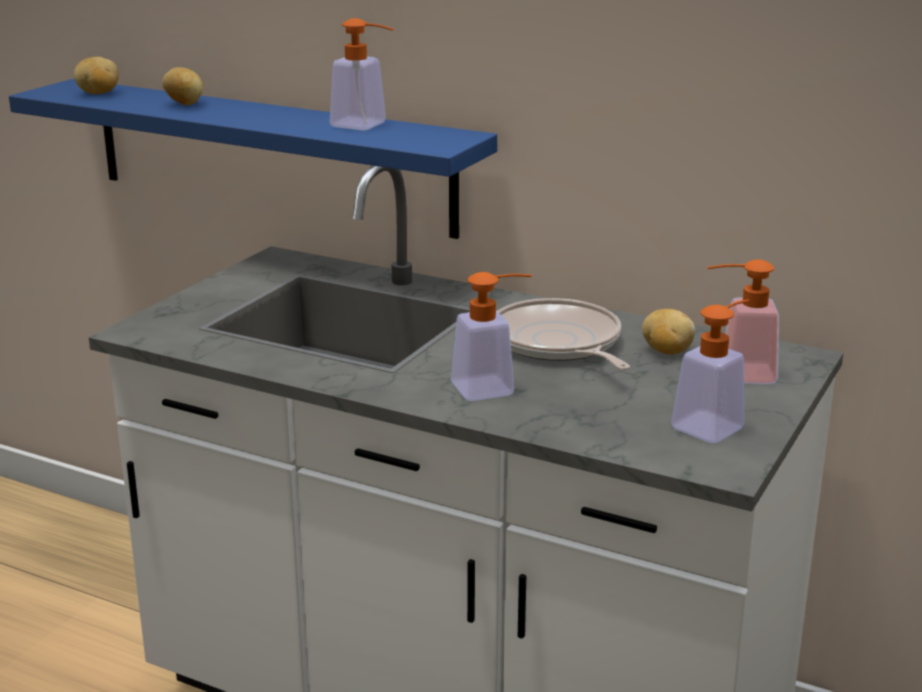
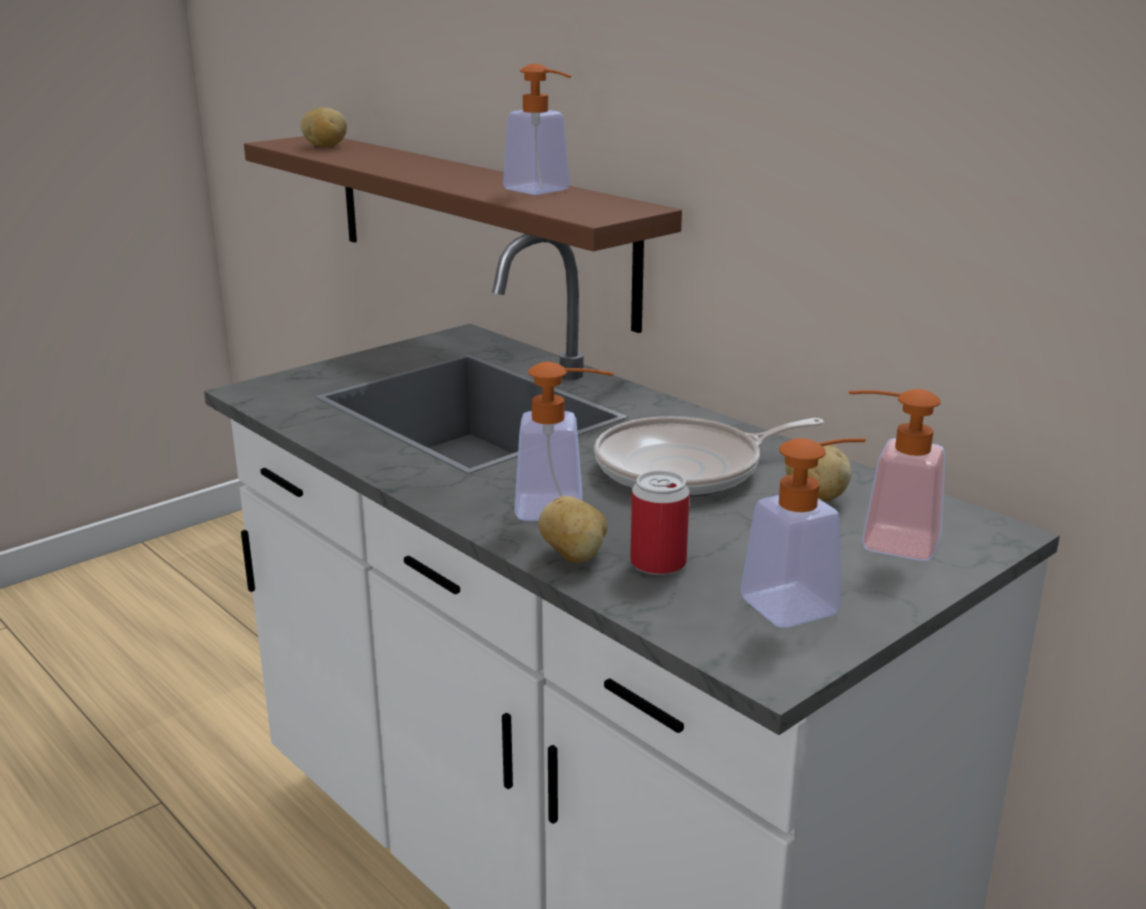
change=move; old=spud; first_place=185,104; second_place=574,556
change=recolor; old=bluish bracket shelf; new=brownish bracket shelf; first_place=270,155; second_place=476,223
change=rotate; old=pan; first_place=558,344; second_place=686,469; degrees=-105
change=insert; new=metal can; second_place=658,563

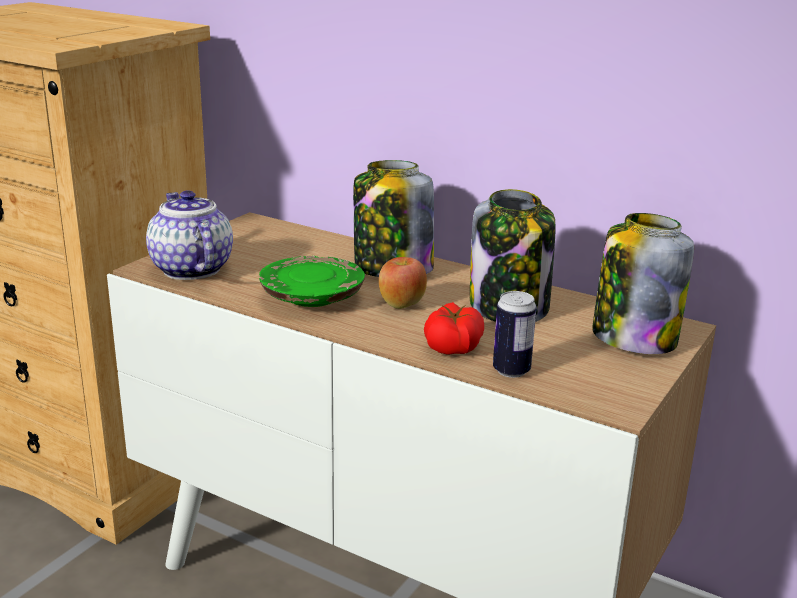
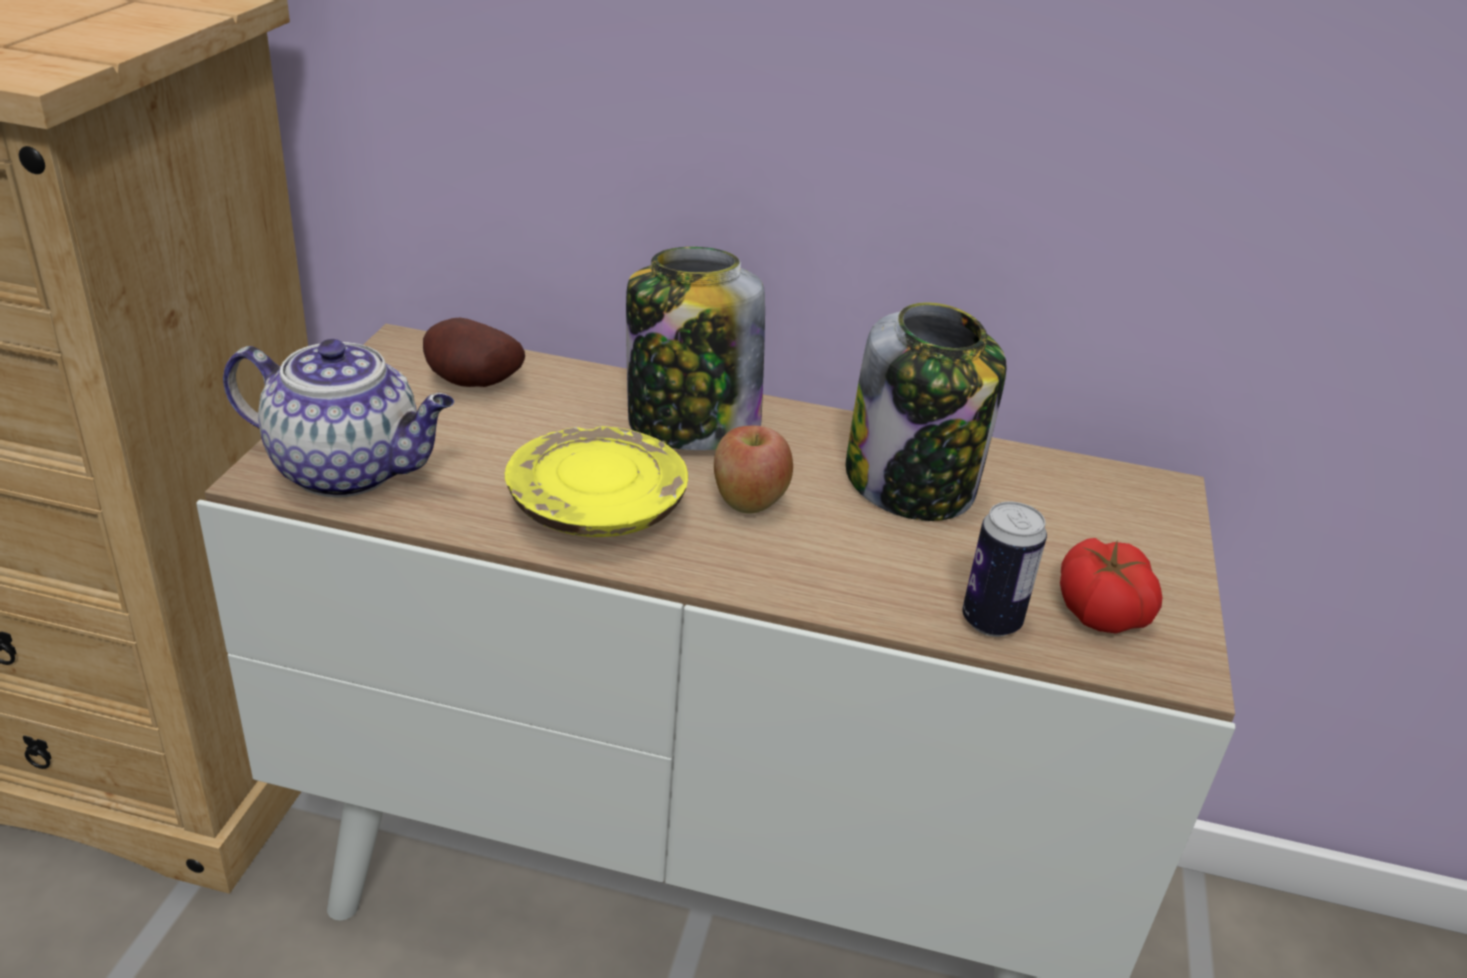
change=rotate; old=pot for tea; first_place=190,269; second_place=350,470; degrees=150
change=delete; old=jar; first_place=633,338
change=recolor; old=greenish dinner plate; new=yellow dinner plate; first_place=311,297; second_place=595,508
change=move; old=fresh tomato; first_place=453,346; second_place=1101,609
change=insert; new=spud; second_place=471,385

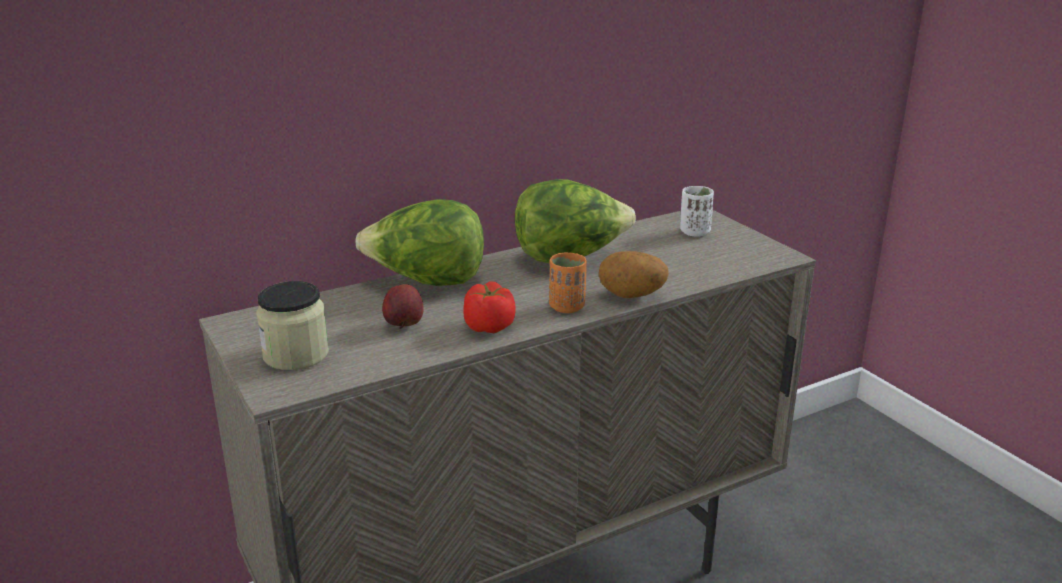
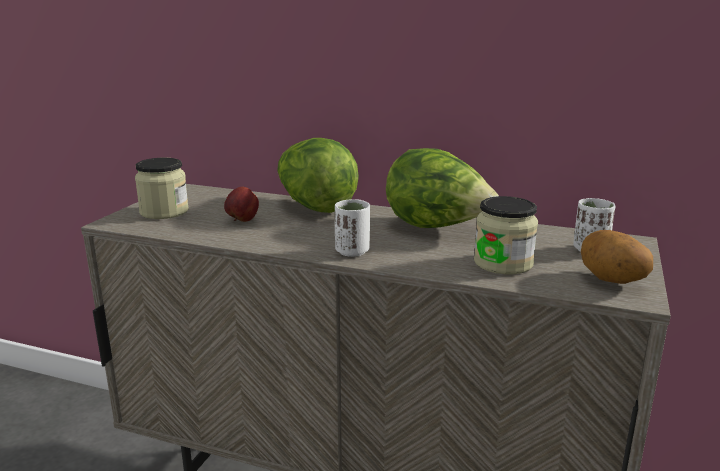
change=move; old=spud; first_place=631,296; second_place=611,281
change=recolor; old=orangey drinking cup; new=white-coloured drinking cup; first_place=567,307; second_place=352,251
change=delete; old=fresh tomato; first_place=489,326
change=insert; new=jar; second_place=503,263

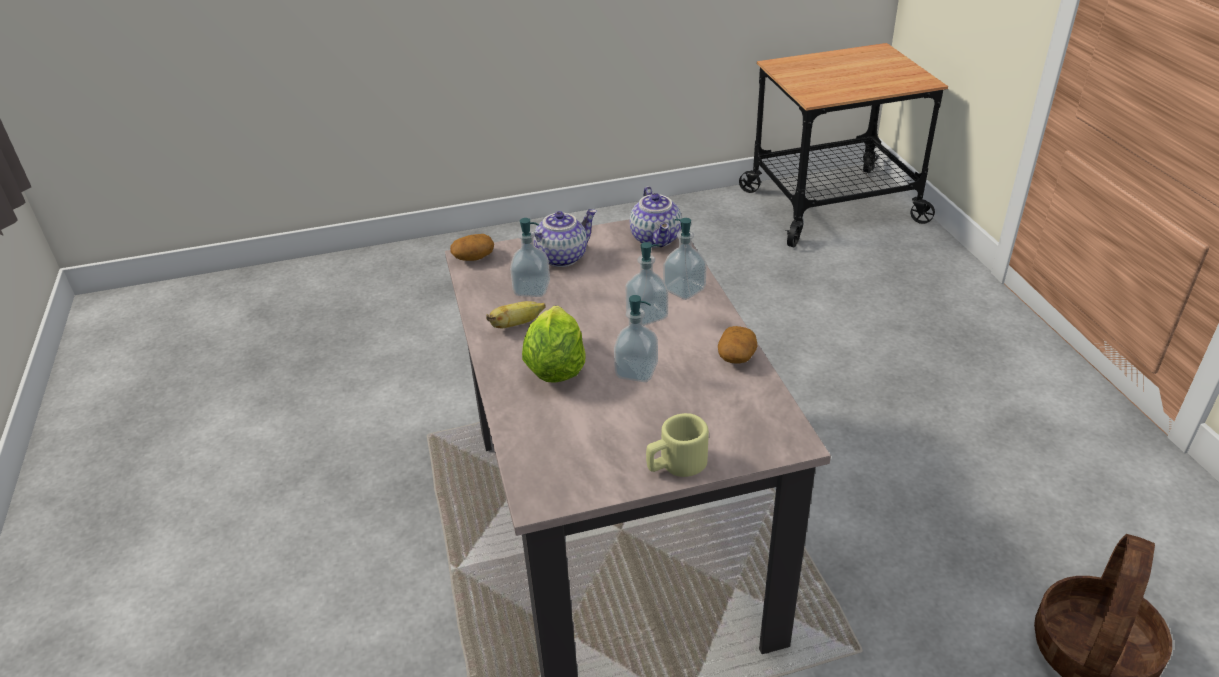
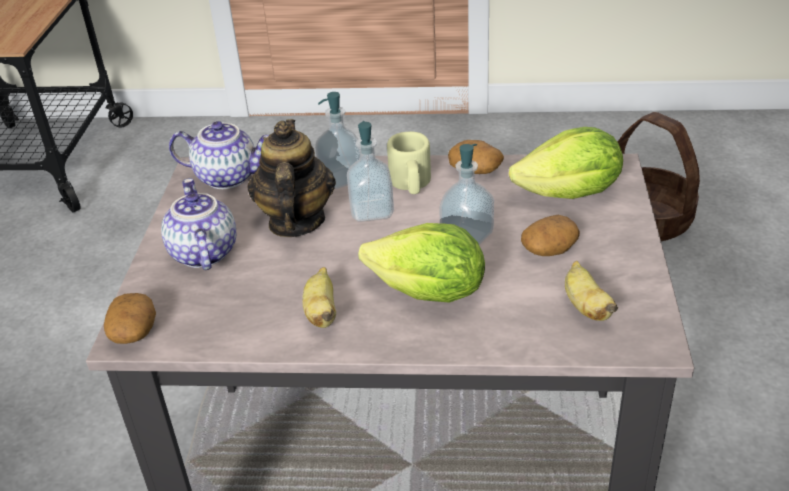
change=delete; old=soap bottle; first_place=532,289
change=move; old=sand-coloured mug; first_place=676,464; second_place=411,184
change=insert; new=pot for tea; second_place=295,221
change=insert; new=lettuce head; second_place=570,194
change=insert; new=spud; second_place=549,250
change=insert; new=banana; second_place=585,306

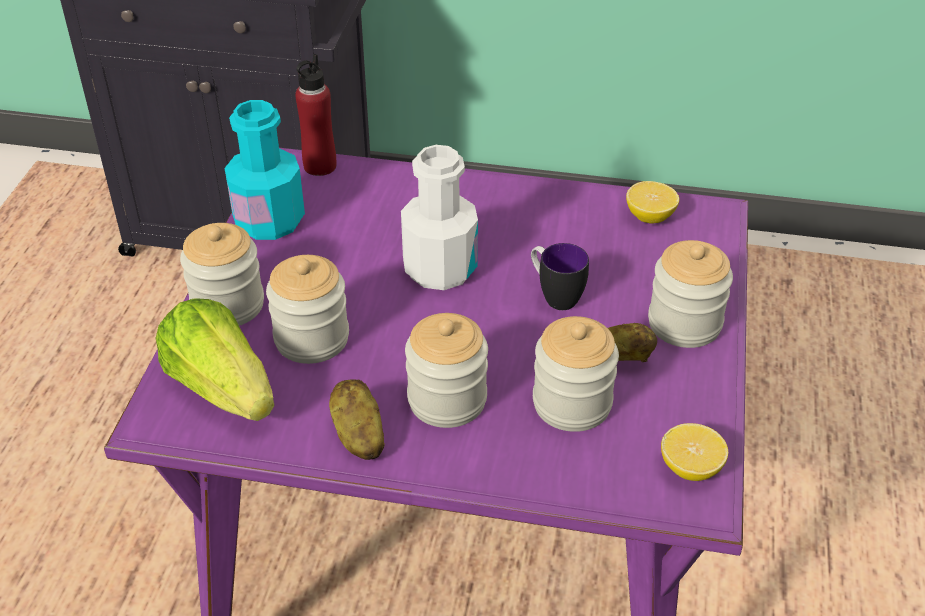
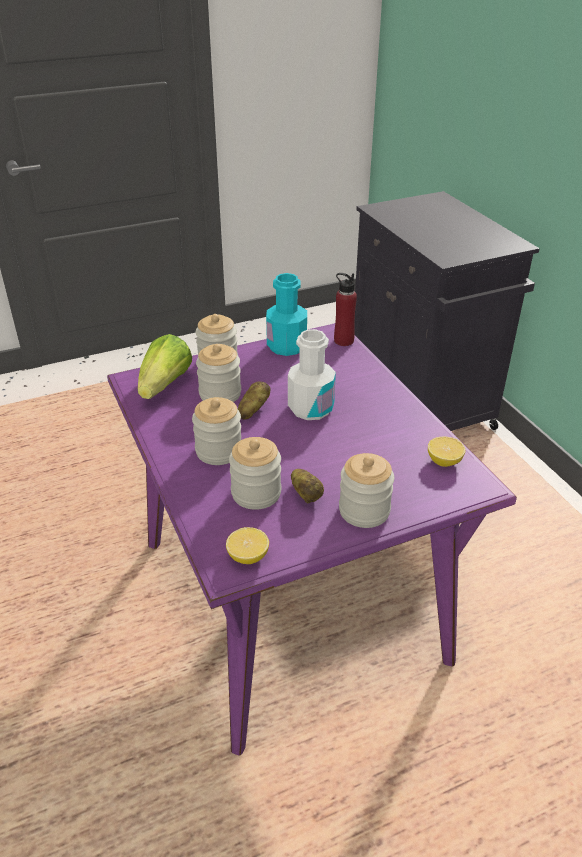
change=delete; old=mug; first_place=554,296
change=move; old=spud; first_place=358,435; second_place=253,410

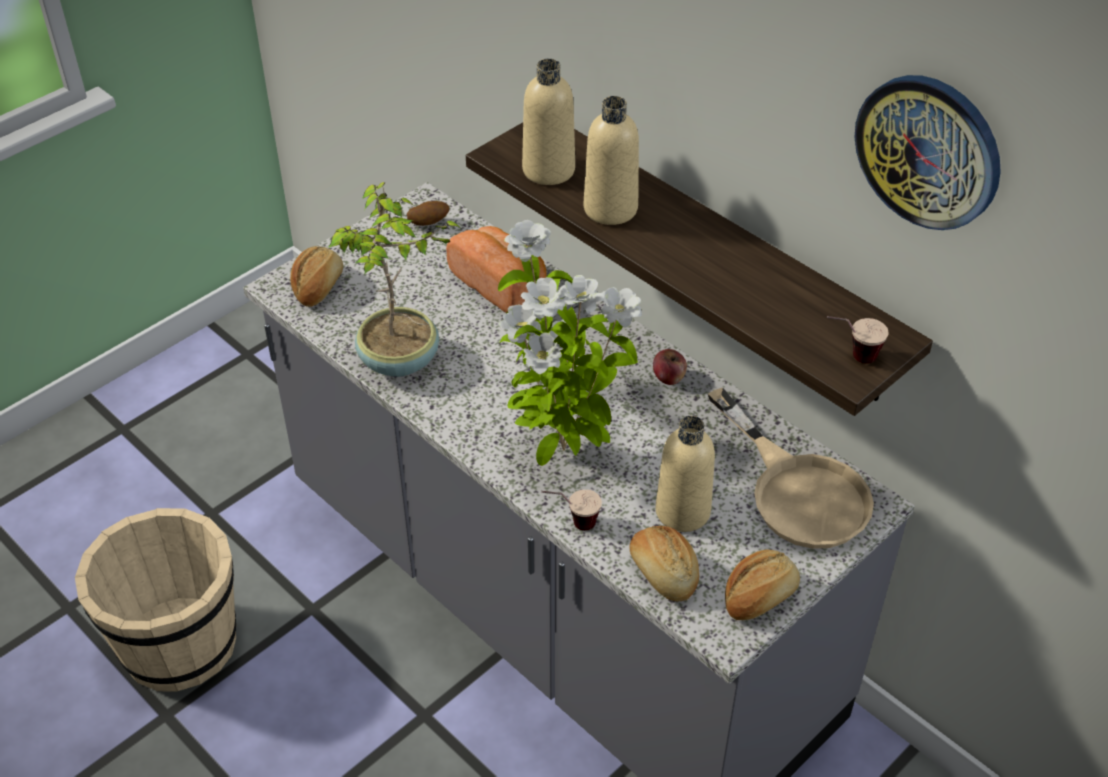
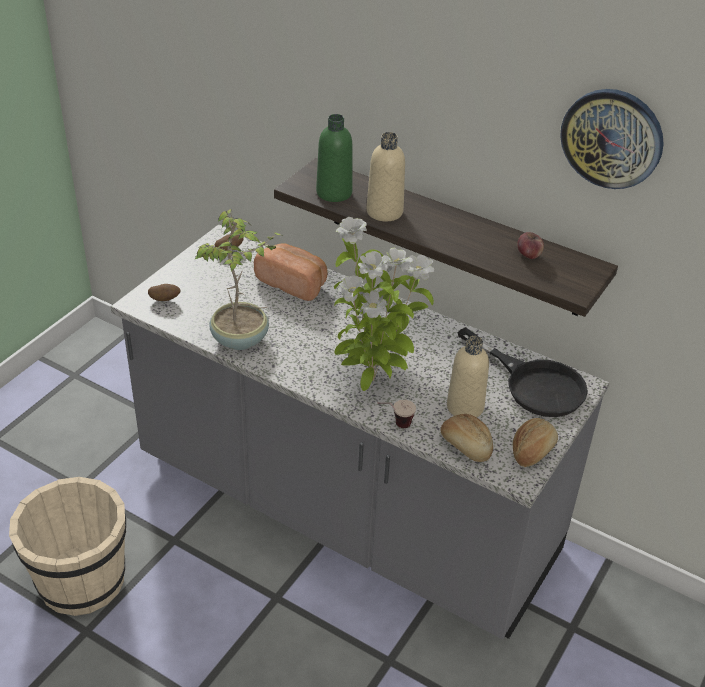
change=recolor; old=sand-coloured drink bottle; new=greenish drink bottle; first_place=548,170; second_place=334,193
change=replace; old=baked bread; new=spud; first_place=318,287; second_place=165,300
change=delete; old=drinking cup; first_place=850,357
change=move; old=whole apple; first_place=669,377; second_place=529,254
change=recolor; old=sand-coloured pan; new=blackish pan; first_place=797,490; second_place=534,383

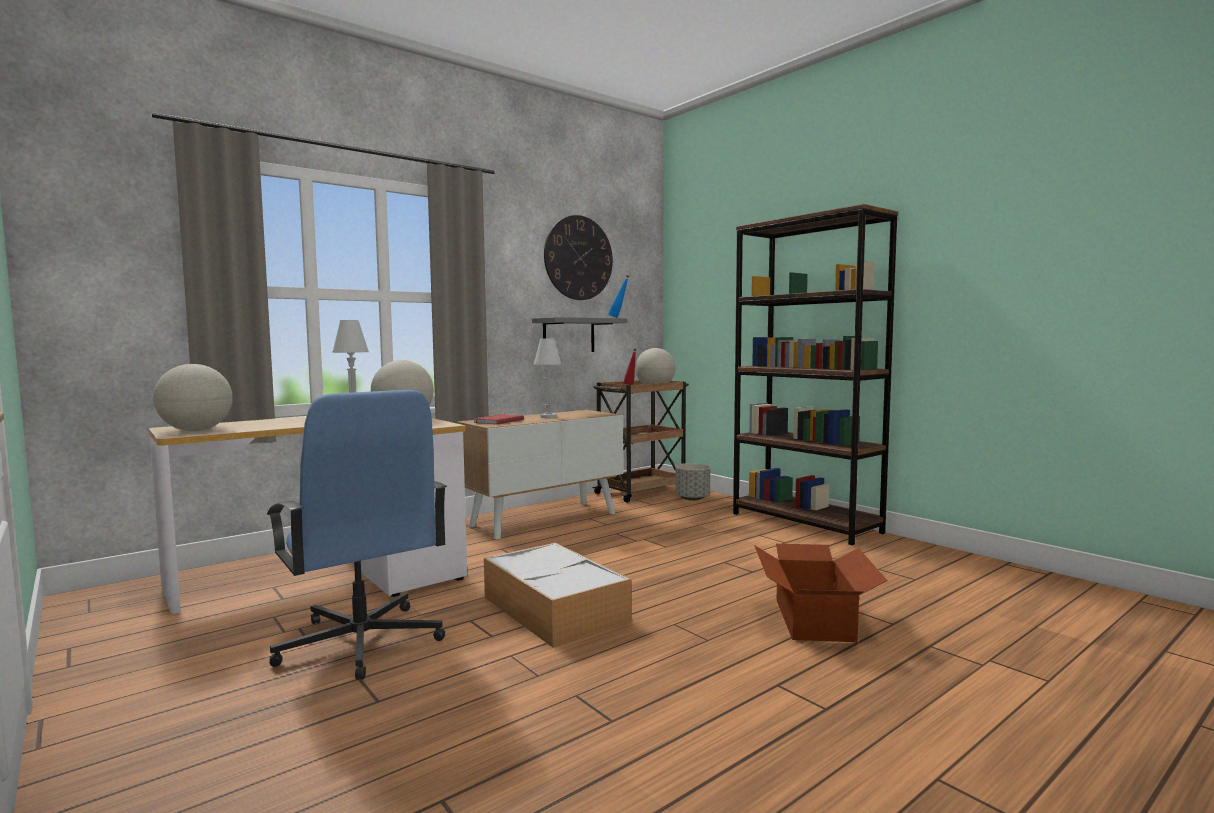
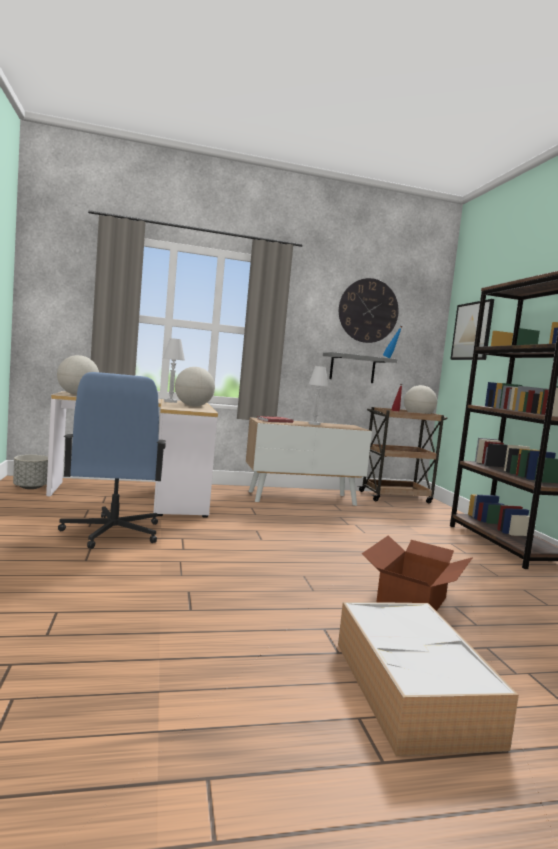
change=move; old=gray planter; first_place=692,498; second_place=31,487
change=move; old=storage box; first_place=556,610; second_place=413,692
change=insert; new=picture; second_place=472,331

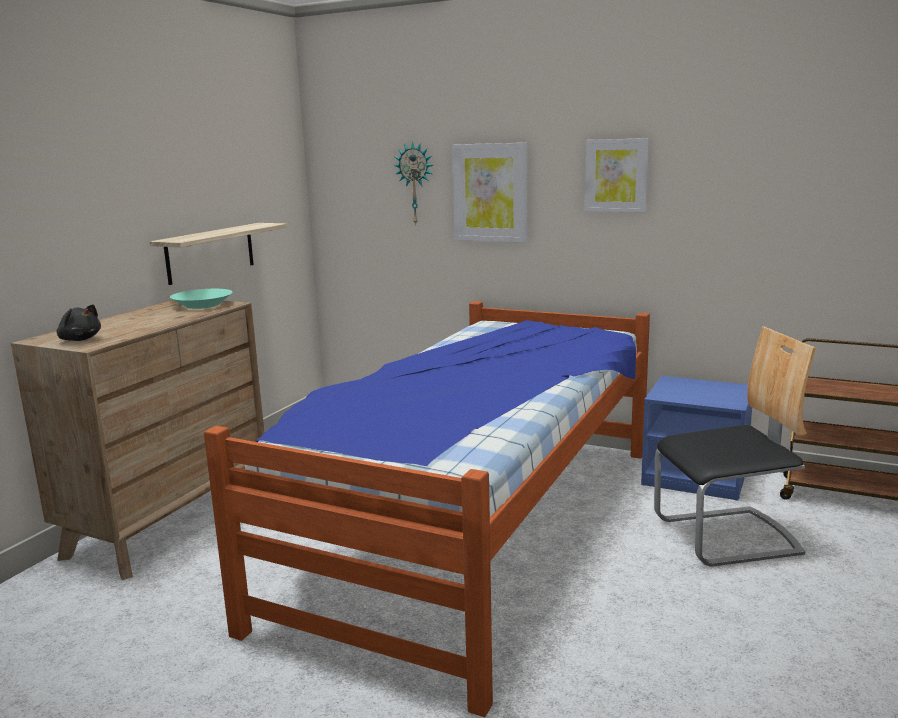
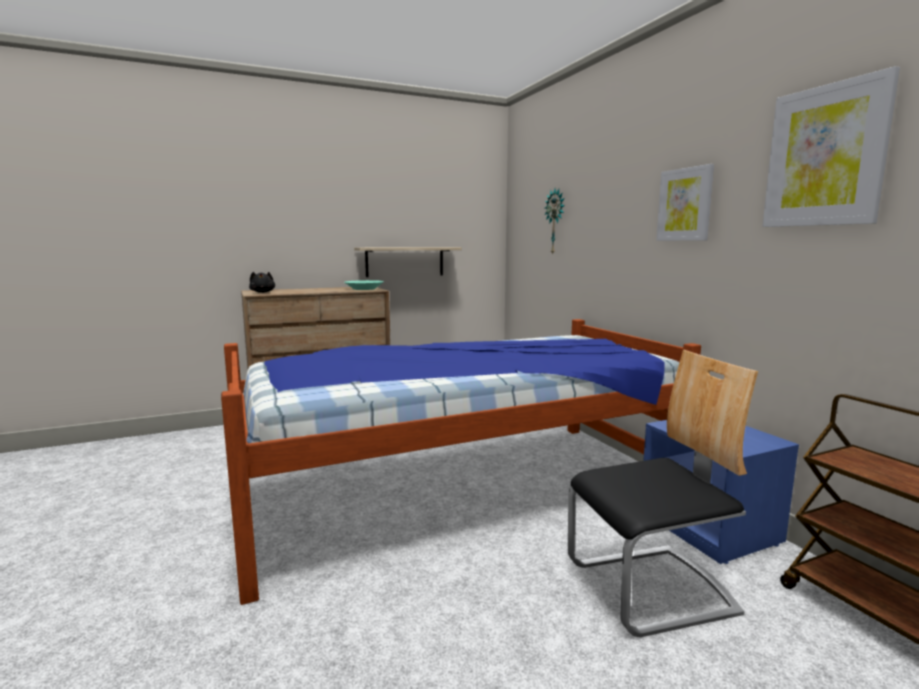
change=move; old=picture; first_place=490,193; second_place=825,156
change=rotate; old=chair; first_place=727,537; second_place=651,588; degrees=-45

